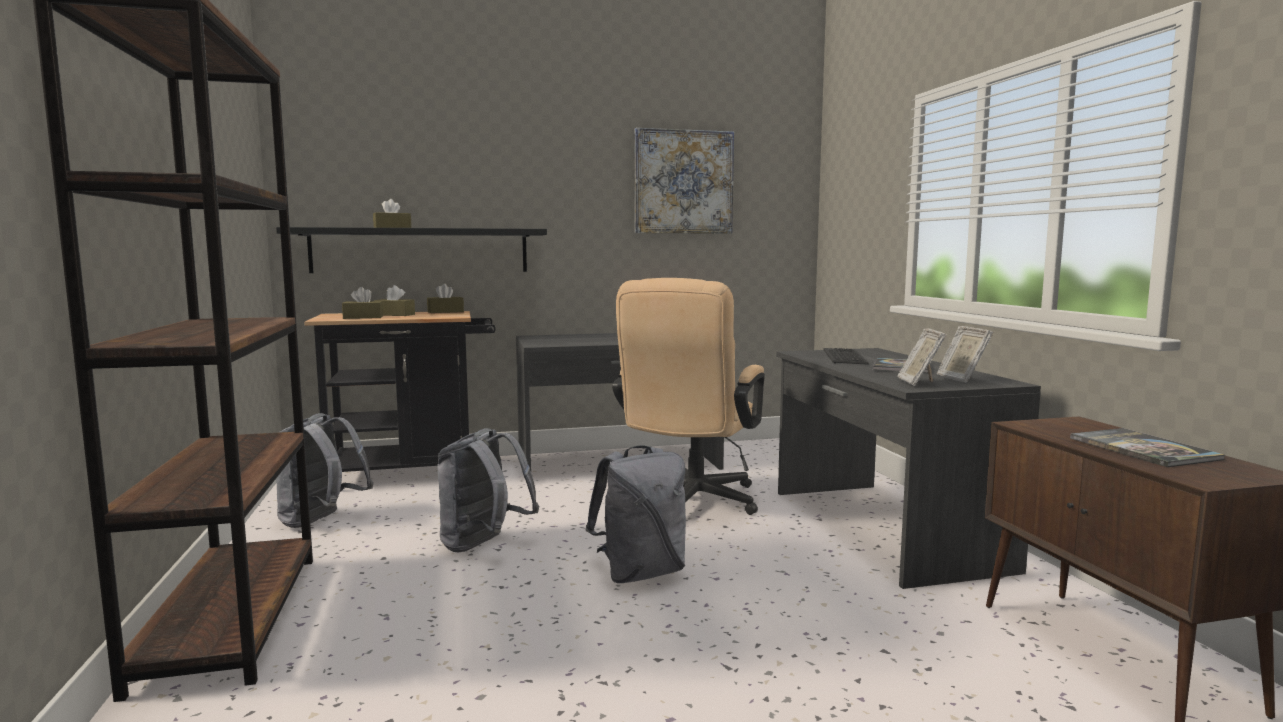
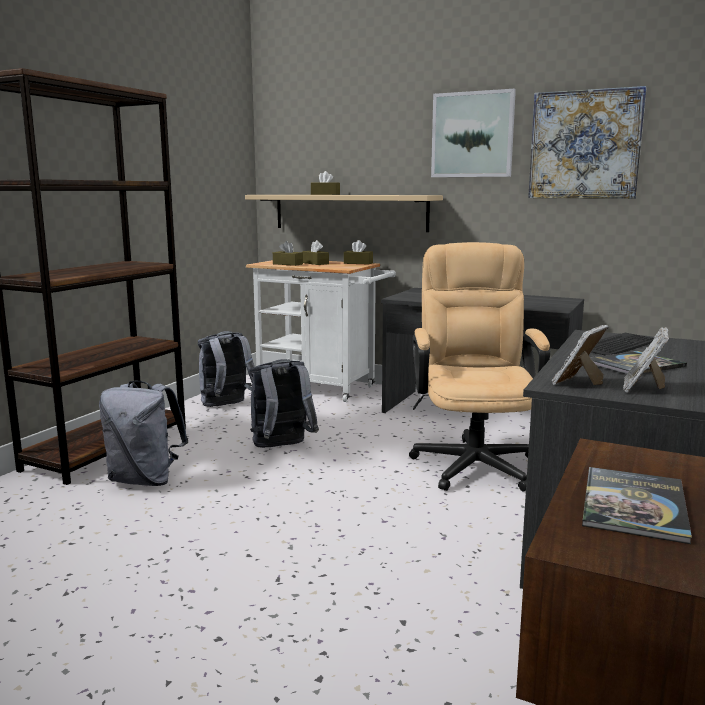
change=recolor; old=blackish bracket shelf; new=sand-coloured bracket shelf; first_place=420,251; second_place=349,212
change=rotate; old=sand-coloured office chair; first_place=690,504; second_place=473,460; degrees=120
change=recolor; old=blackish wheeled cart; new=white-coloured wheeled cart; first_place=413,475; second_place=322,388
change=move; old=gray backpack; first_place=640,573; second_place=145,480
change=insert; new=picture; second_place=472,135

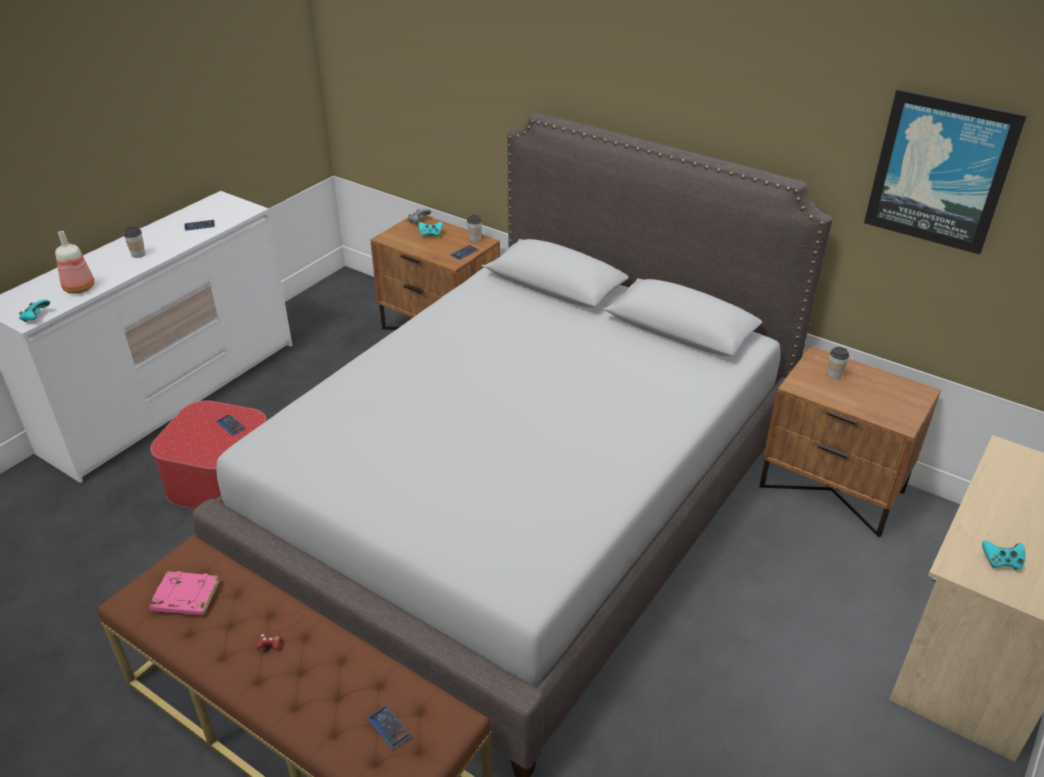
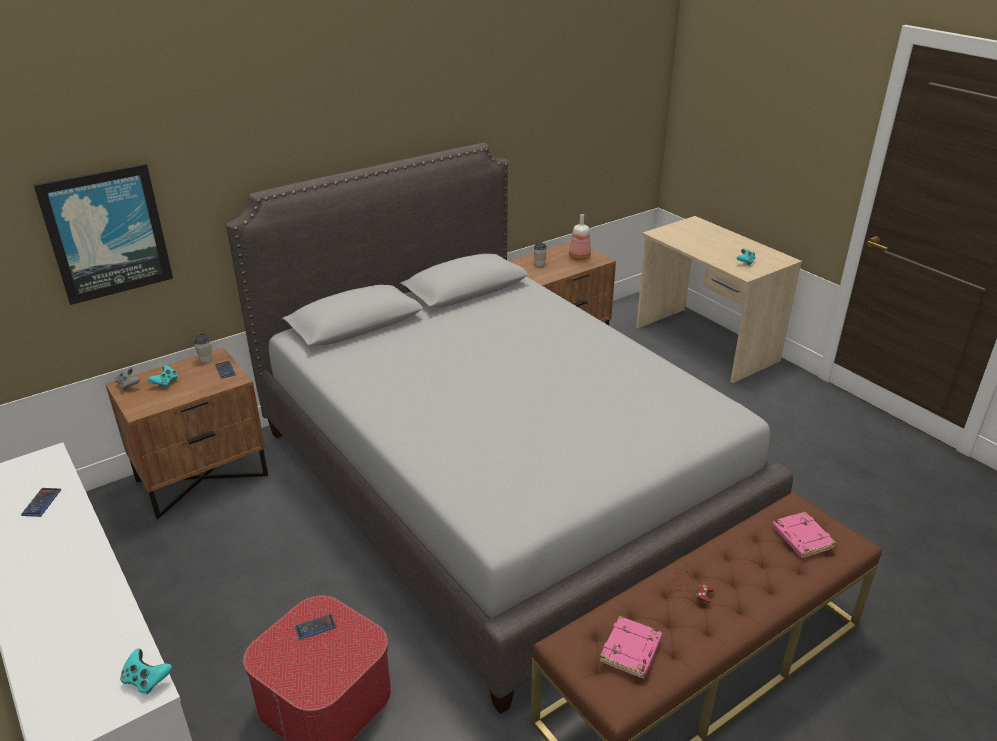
change=move; old=picture; first_place=940,171; second_place=107,233
change=delete; old=drinking cup; first_place=138,254
change=move; old=drink bottle; first_place=79,288; second_place=578,257
change=replace; old=phone; new=pinkish book; first_place=389,727; second_place=801,538

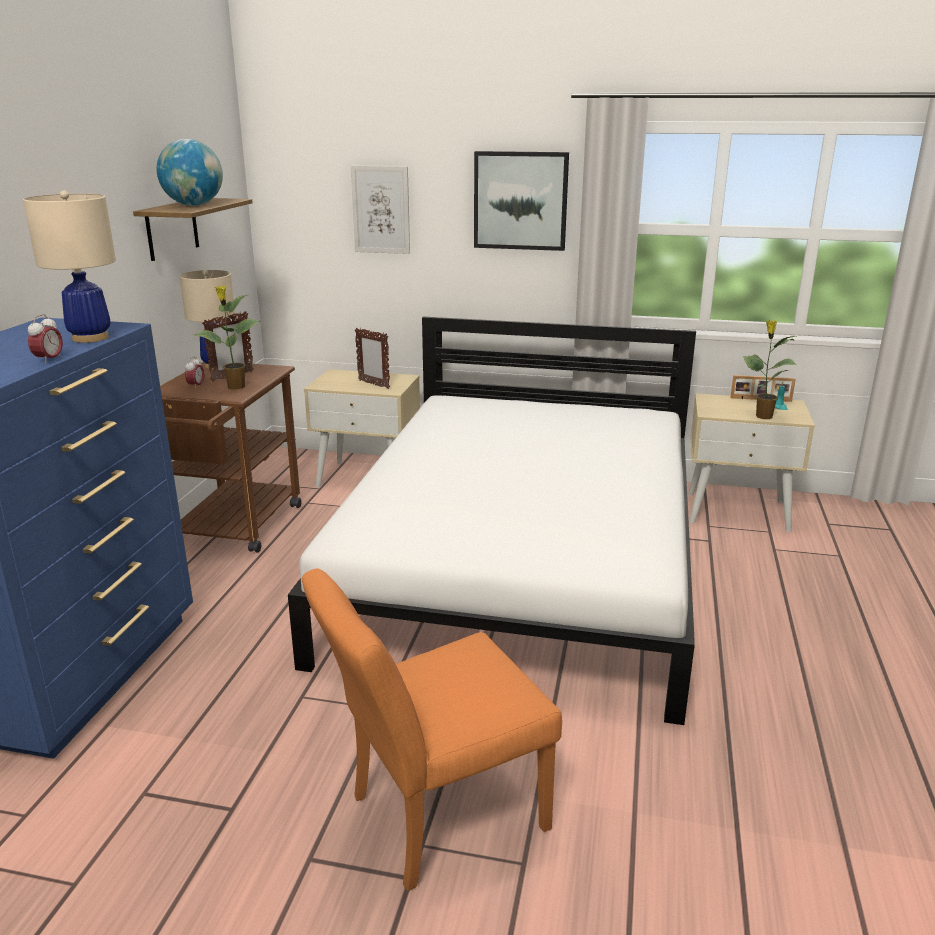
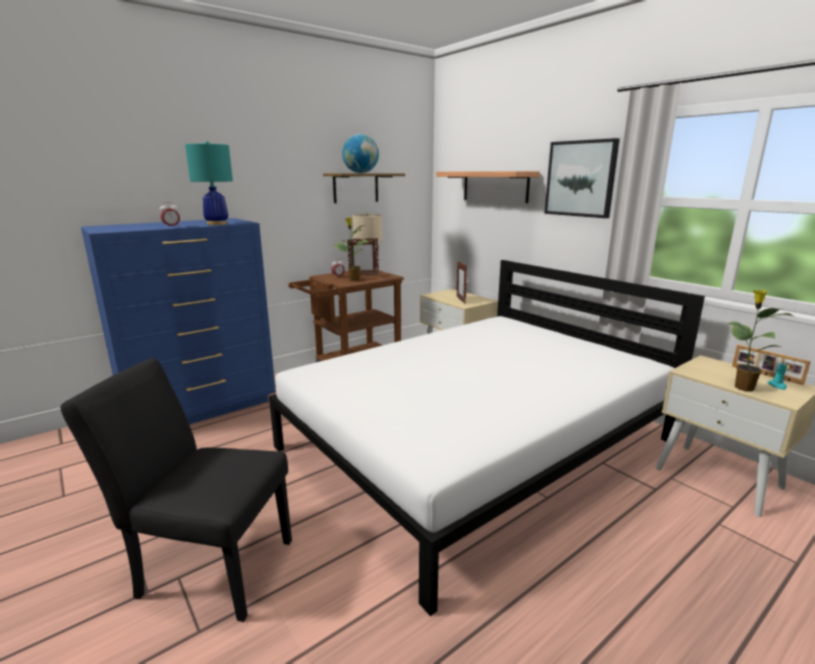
change=replace; old=picture; new=bracket shelf; first_place=381,210; second_place=495,186
change=recolor; old=sand-coloured table lamp; new=turquoise-coloured table lamp; first_place=90,338; second_place=216,224
change=recolor; old=orangey chair; new=blackish chair; first_place=434,817; second_place=207,566

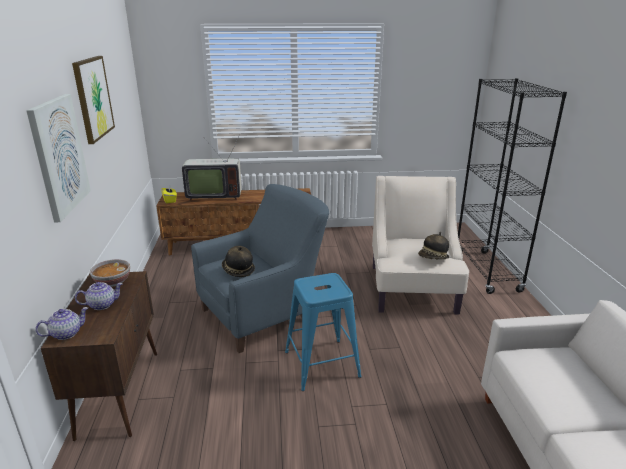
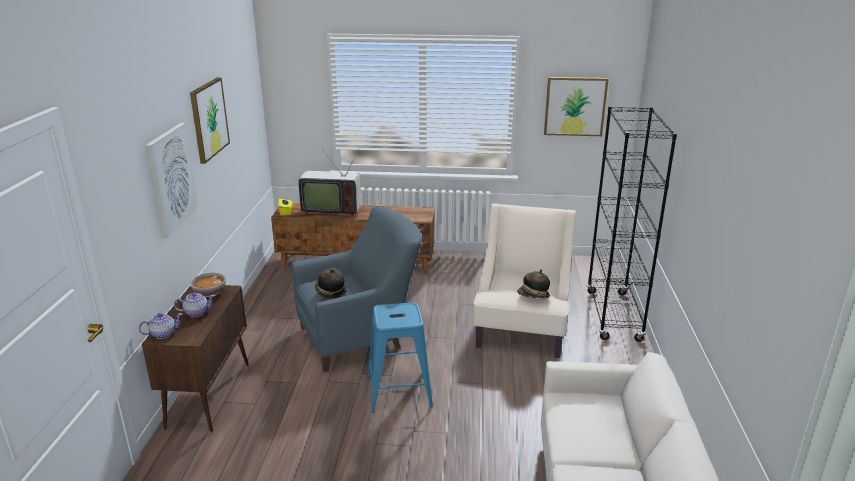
change=insert; new=picture; second_place=575,106

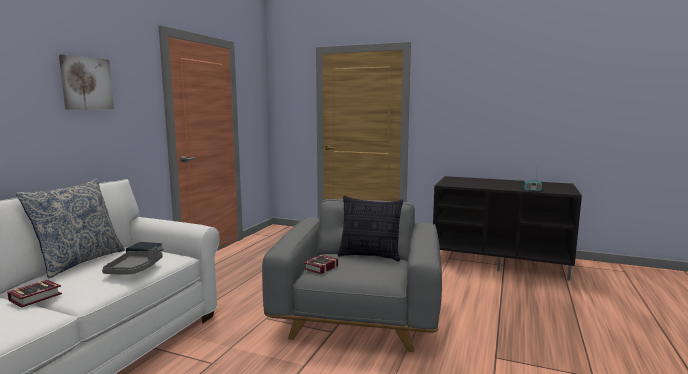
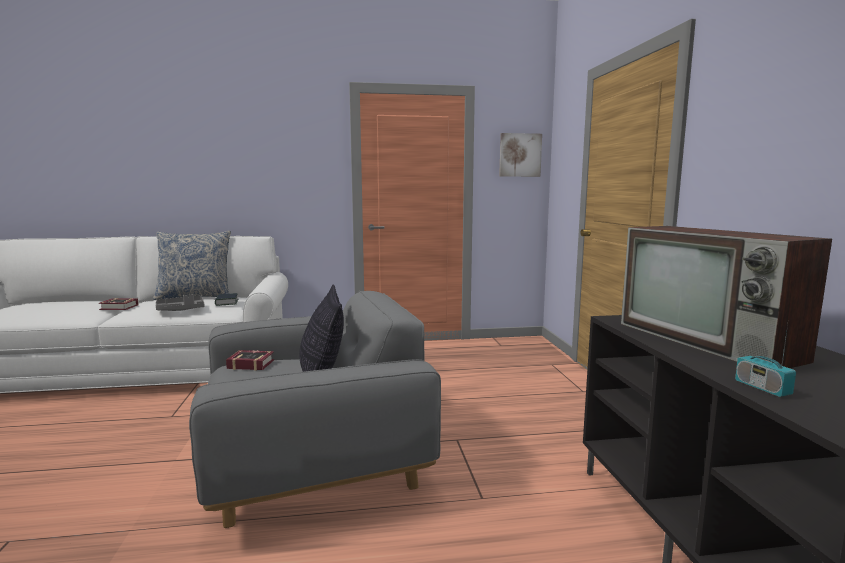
change=move; old=picture; first_place=86,83; second_place=520,155
change=insert; new=television; second_place=709,342

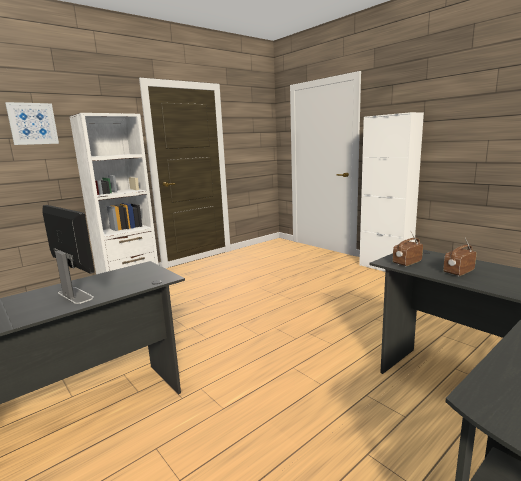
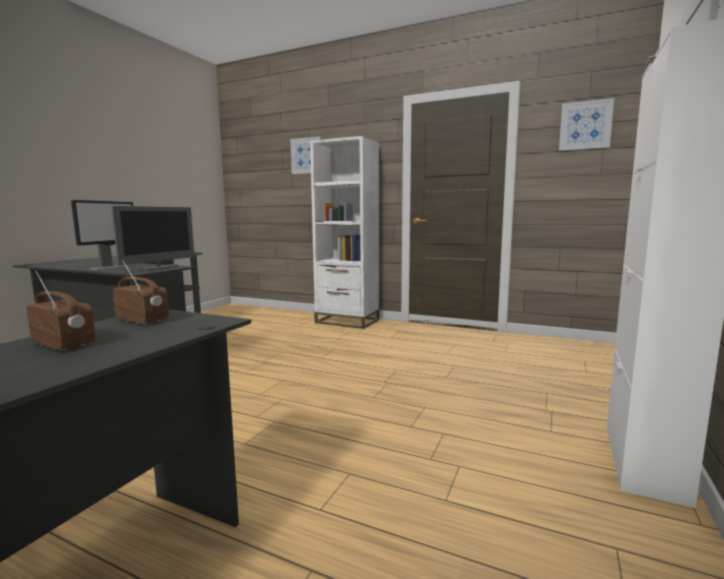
change=insert; new=picture; second_place=585,125
change=insert; new=monitor; second_place=159,268

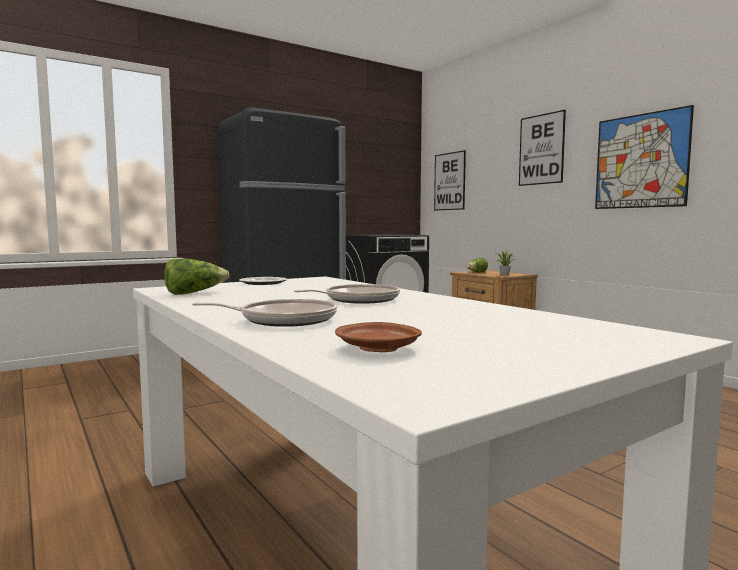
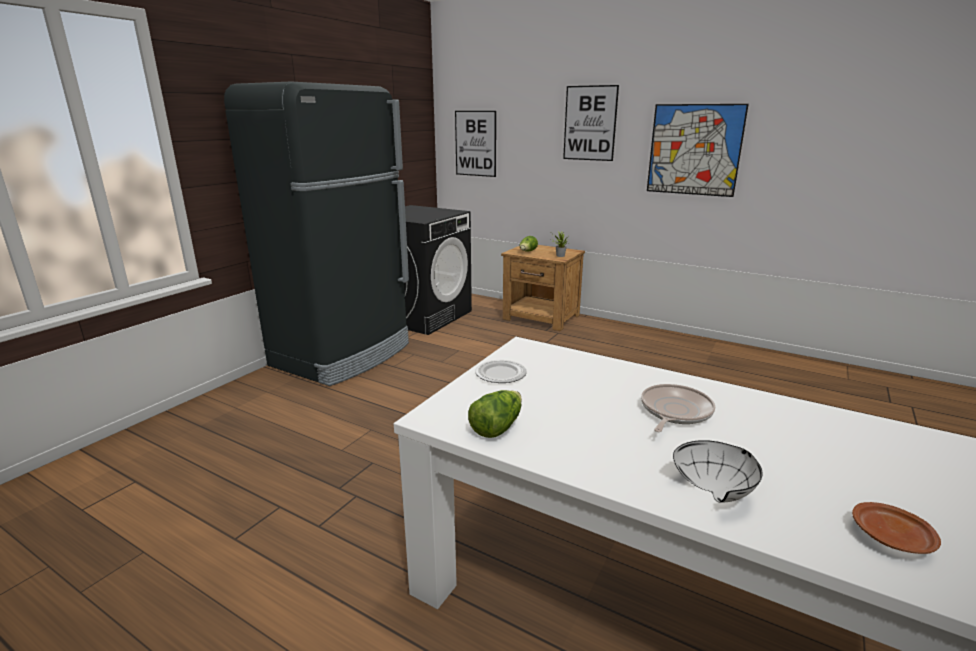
change=replace; old=pan; new=white-coloured bowl; first_place=283,320; second_place=717,488

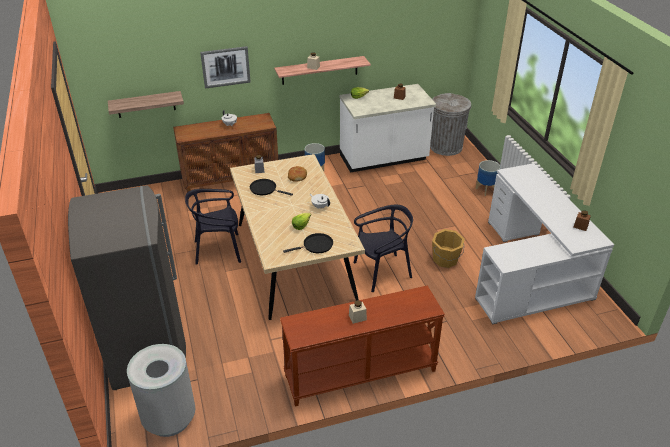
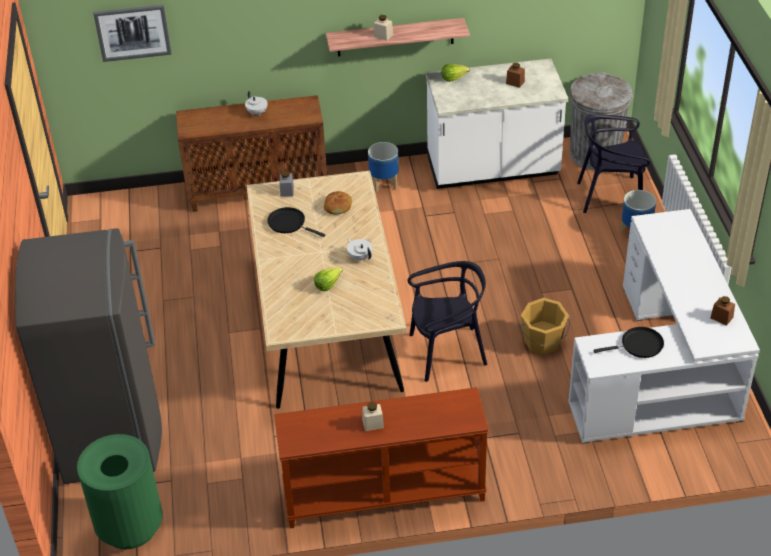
change=move; old=picture; first_place=225,67; second_place=133,32
change=delete; old=bracket shelf; first_place=146,104
change=move; old=blackish chair; first_place=218,250; second_place=610,196
change=move; old=blackish pan; first_place=316,245; second_place=639,345
change=recolor; old=gray rubbish bin; new=greenish rubbish bin; first_place=169,418; second_place=129,527

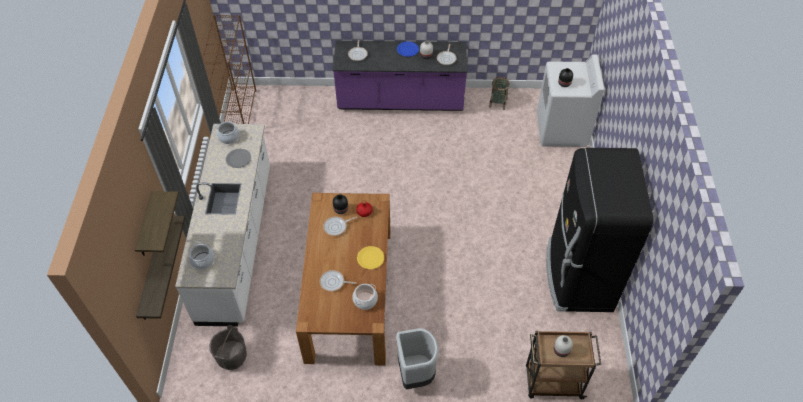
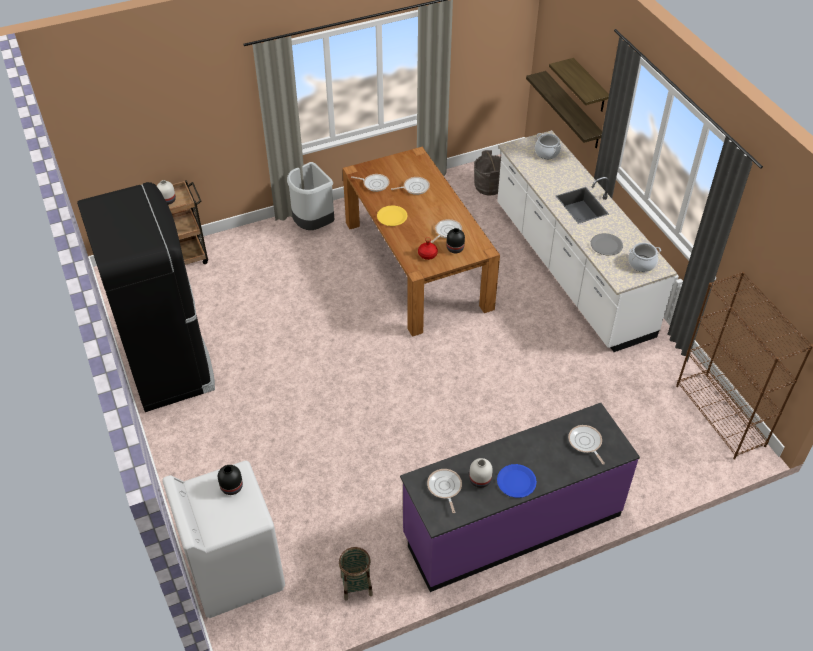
change=replace; old=saucepot; new=pan; first_place=365,300; second_place=374,184

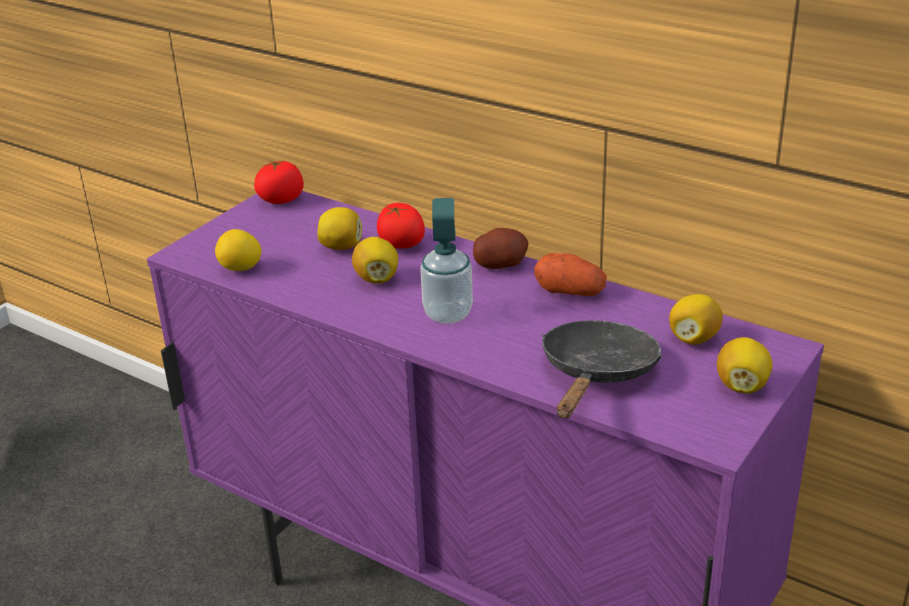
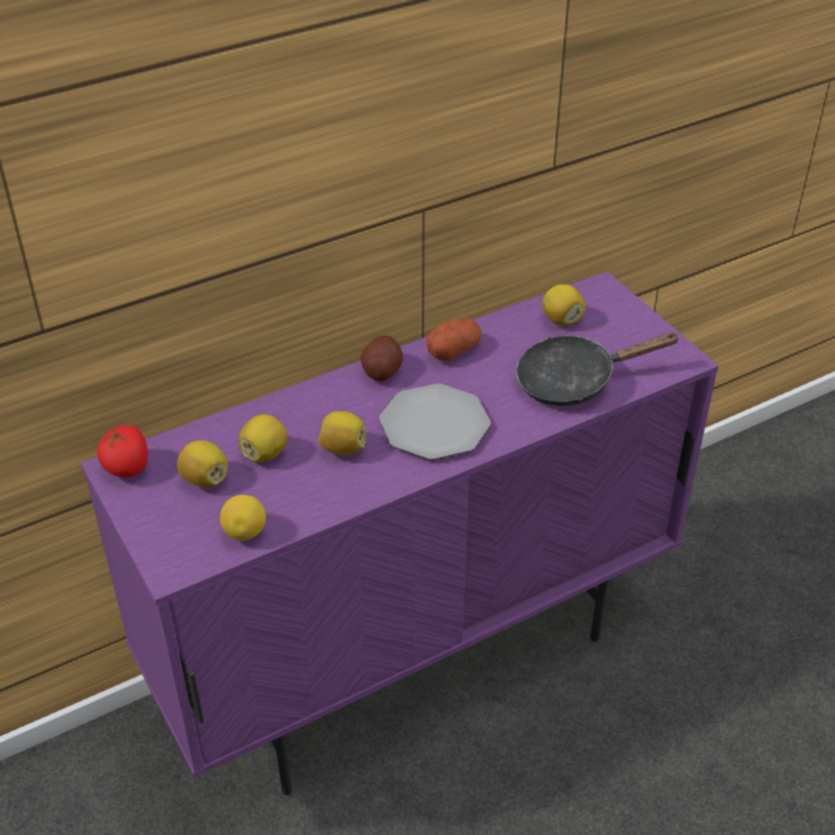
change=replace; old=soap bottle; new=dinner plate; first_place=448,314; second_place=435,426
change=delete; old=fresh tomato; first_place=401,245
change=rotate; old=blackish pan; first_place=597,374; second_place=574,380; degrees=-60
change=move; old=lemon; first_place=742,385; second_place=205,479

